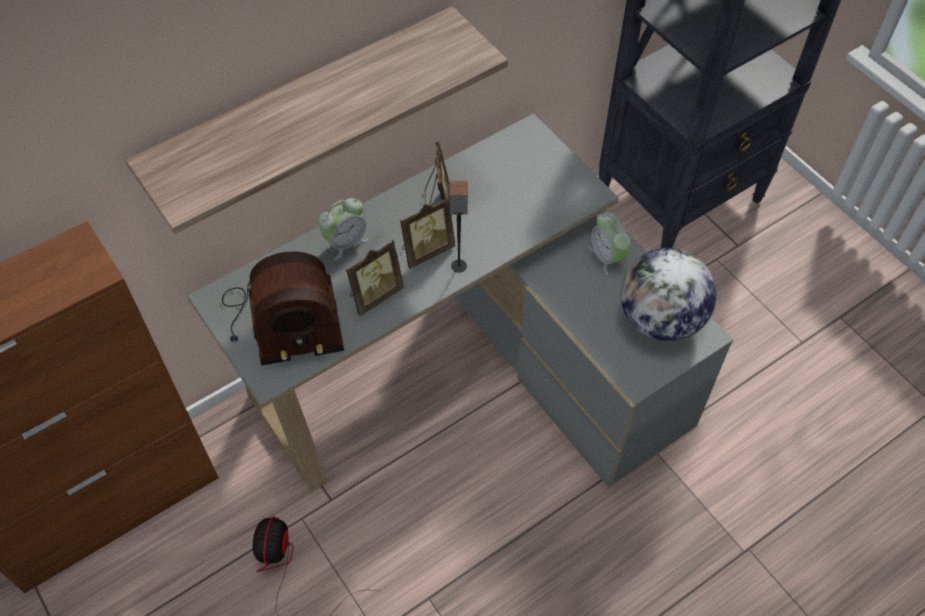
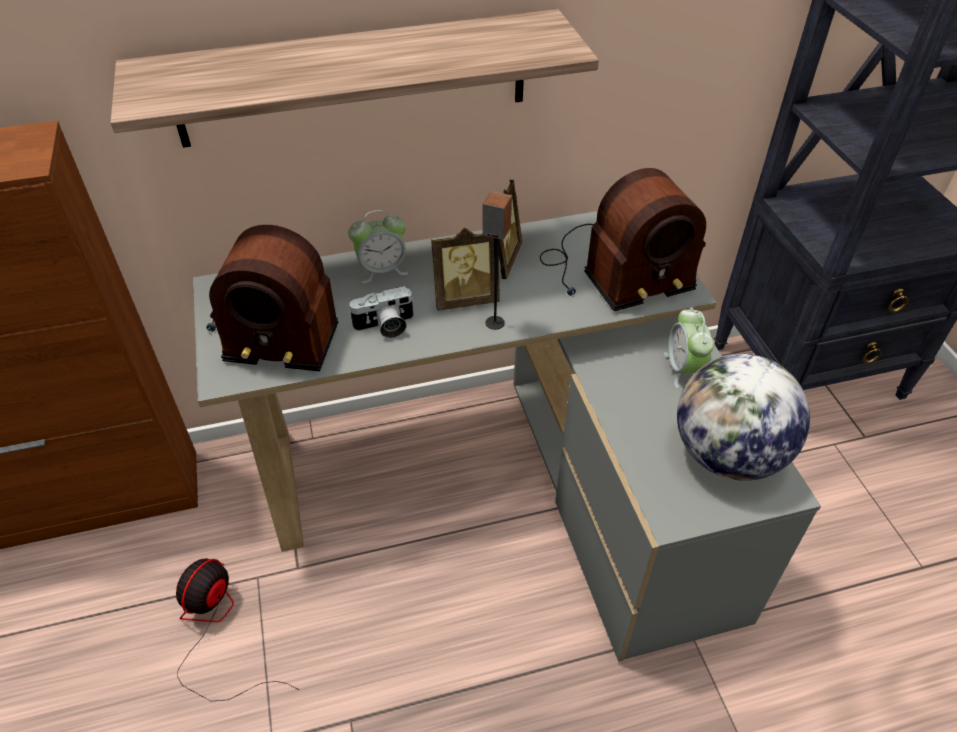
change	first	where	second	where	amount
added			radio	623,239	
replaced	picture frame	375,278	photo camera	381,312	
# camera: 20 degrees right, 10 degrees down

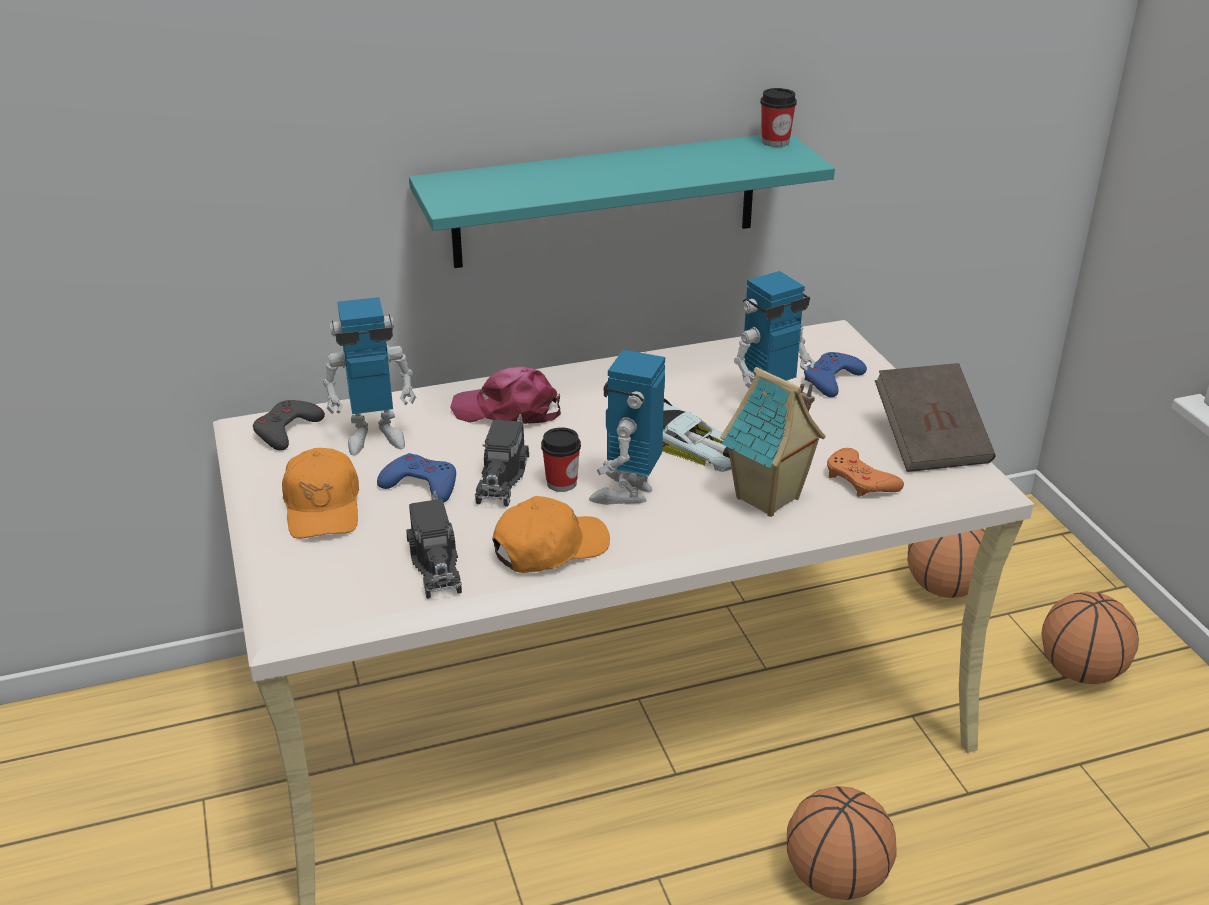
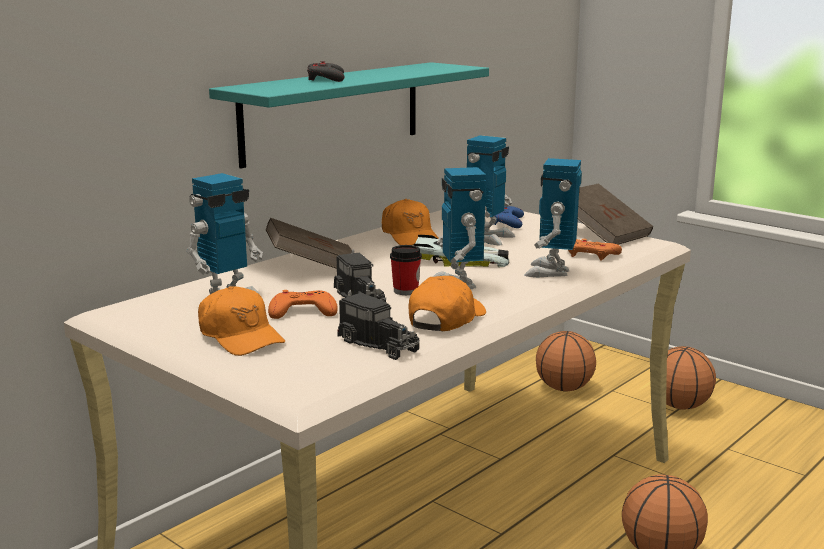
change	first	where	second	where	amount
removed	cup	778,117			
added			orange cap	410,222	
moved	grey game controller	289,425		326,71	
replaced	pink cap	505,395	brown book	309,243	
replaced	toy house	772,442	toy robot	553,218	
recoloured	blue game controller	416,477	orange game controller	303,304	
# camera: 30 degrees left, 15 degrees down

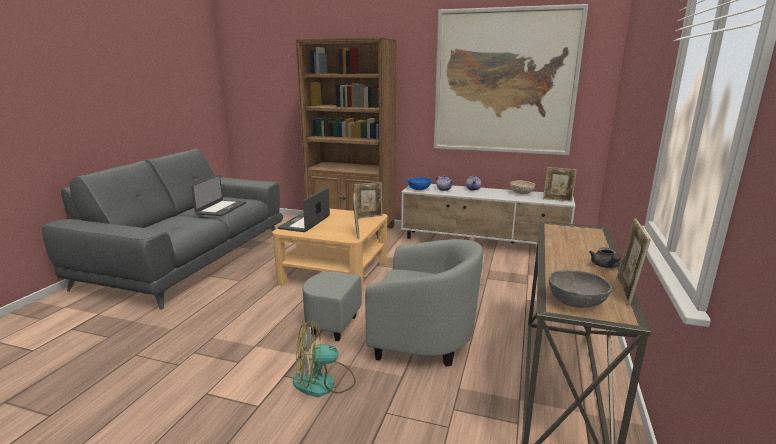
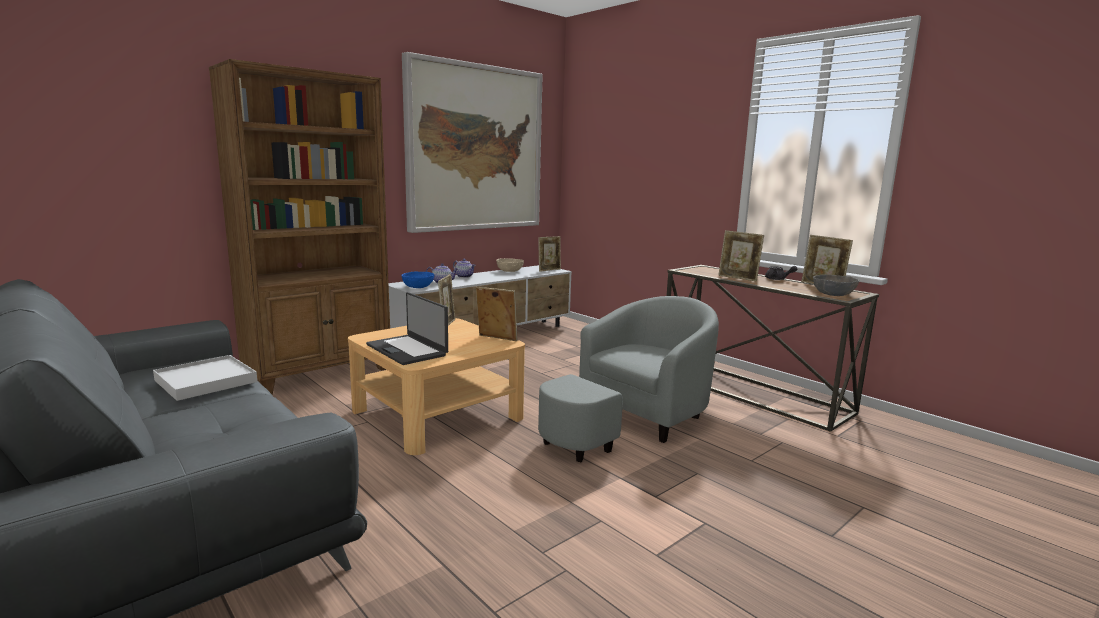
change	first	where	second	where	amount
removed	fan	324,359			
added			picture frame	741,255	
replaced	laptop	218,195	white tray	205,378	
# camera: 60 degrees left, 5 degrees down

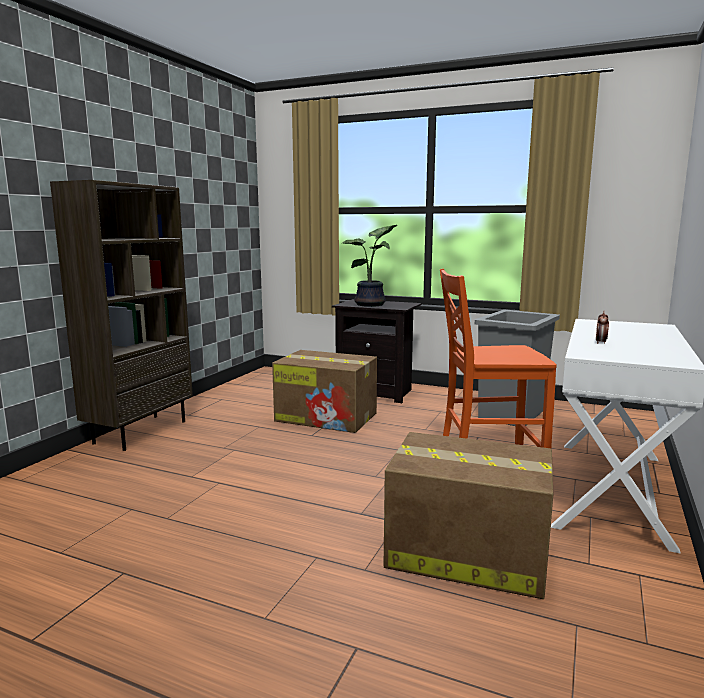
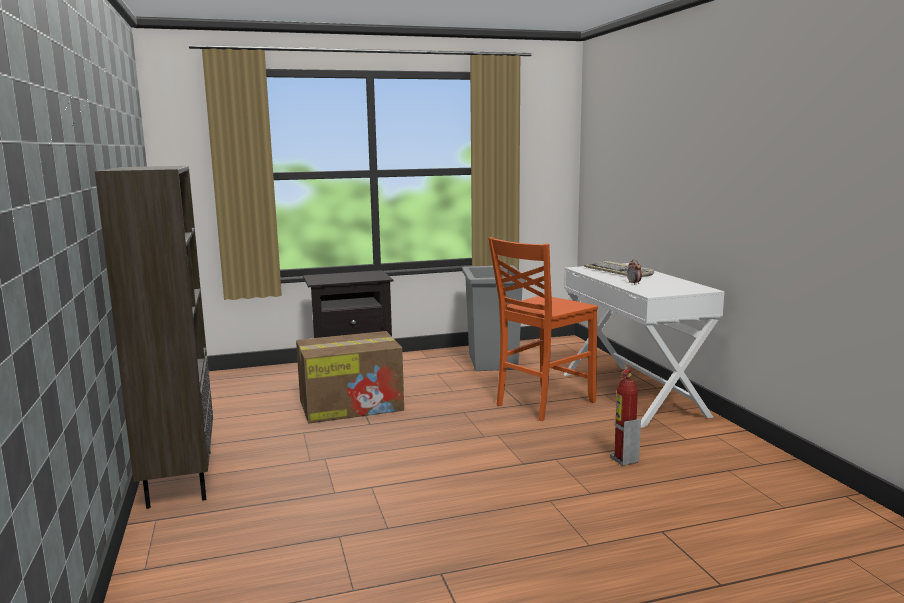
change	first	where	second	where	amount
removed	potted plant	370,266			
added			keyboard	619,269	
replaced	cardboard box	468,515	fire extinguisher	625,417	
# camera: 40 degrees left, 0 degrees up

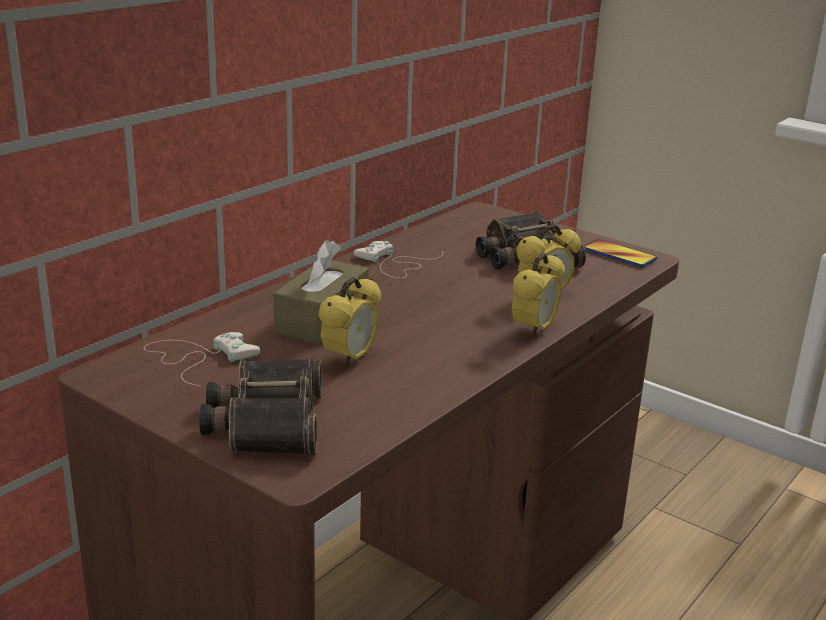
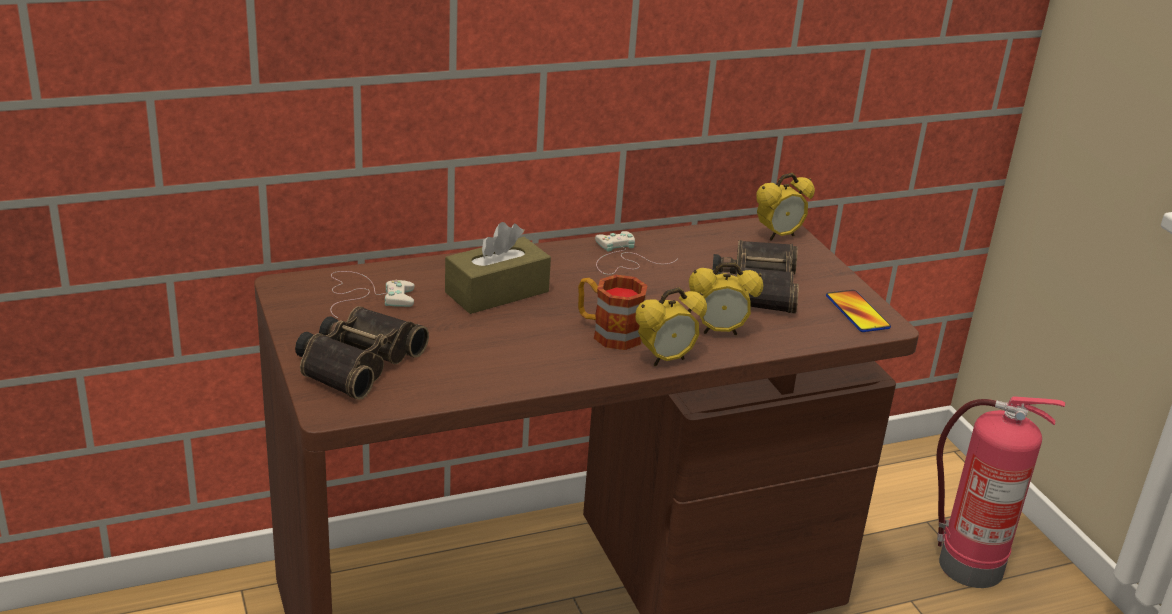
change	first	where	second	where	amount
added			mug	613,312	
added			fire extinguisher	1001,492	
moved	alarm clock	350,322		785,207	
# camera: 30 degrees right, 5 degrees up

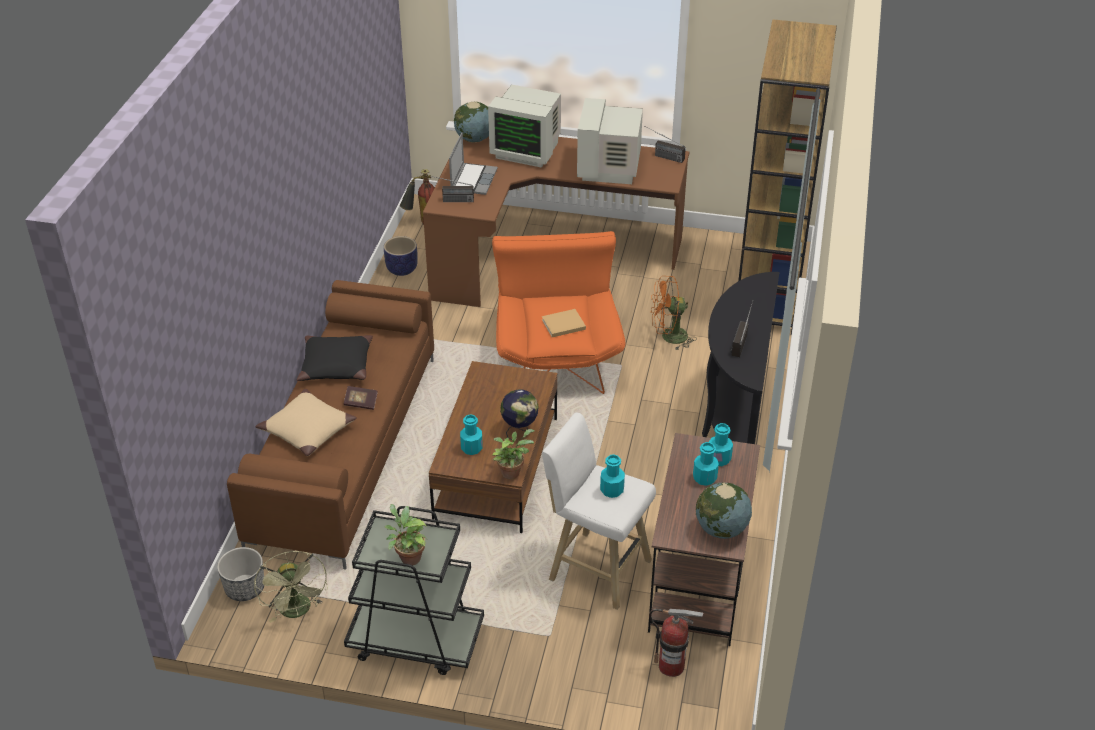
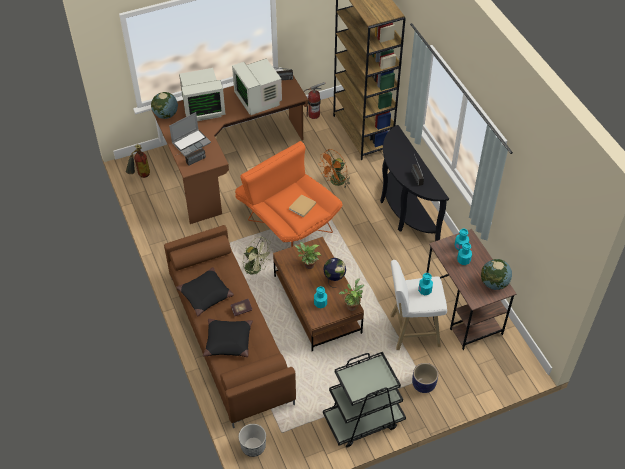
change	first	where	second	where	amount
moved	green fan	291,587		258,257	
moved	planter	401,256		425,378	
moved	potted plant	406,535		308,255	
moved	fire extinguisher	676,643		314,100	
recoloured	beige pillow	306,422	black pillow	228,338	
turned	laptop	473,163		190,134	75 degrees clockwise
# camera: 35 degrees left, 10 degrees up

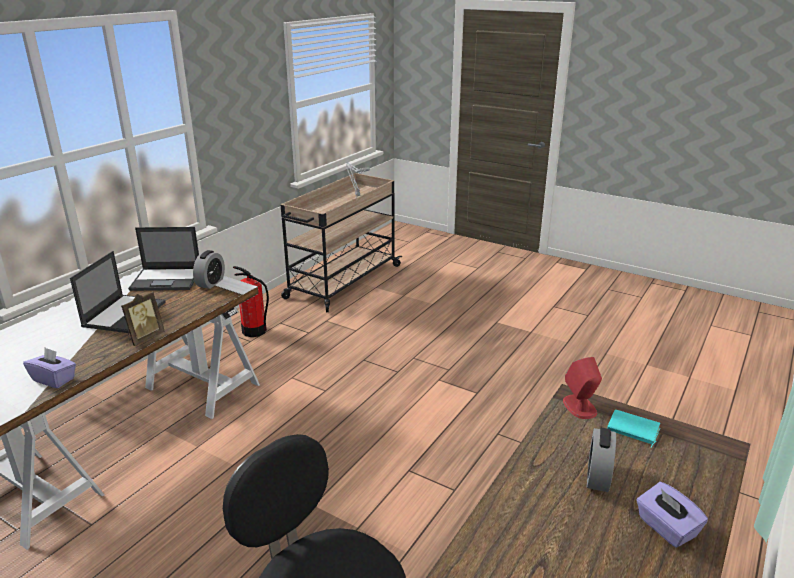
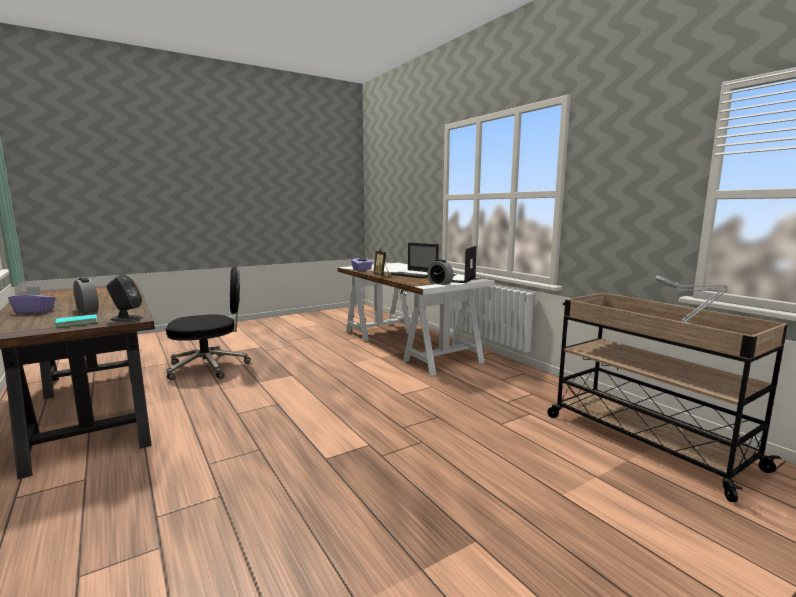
change	first	where	second	where	amount
removed	fire extinguisher	251,301			
recoloured	red speaker	582,388	grey speaker	125,297	
# camera: 115 degrees right, 15 degrees down

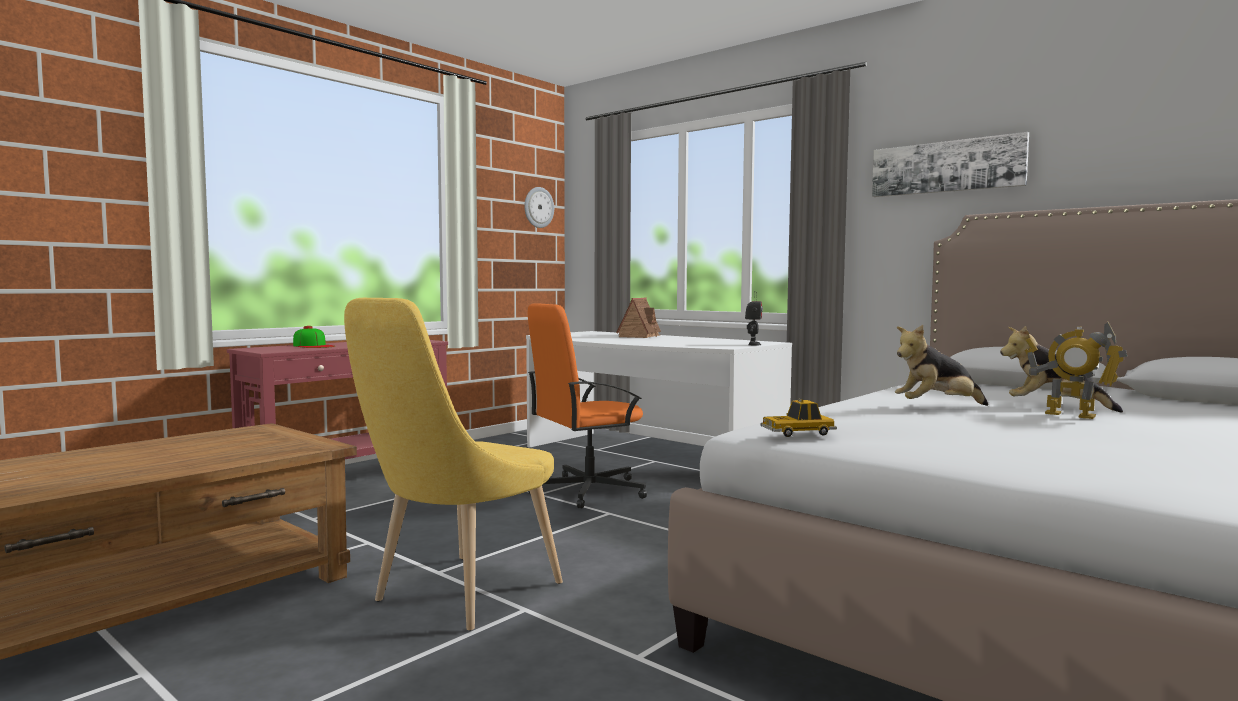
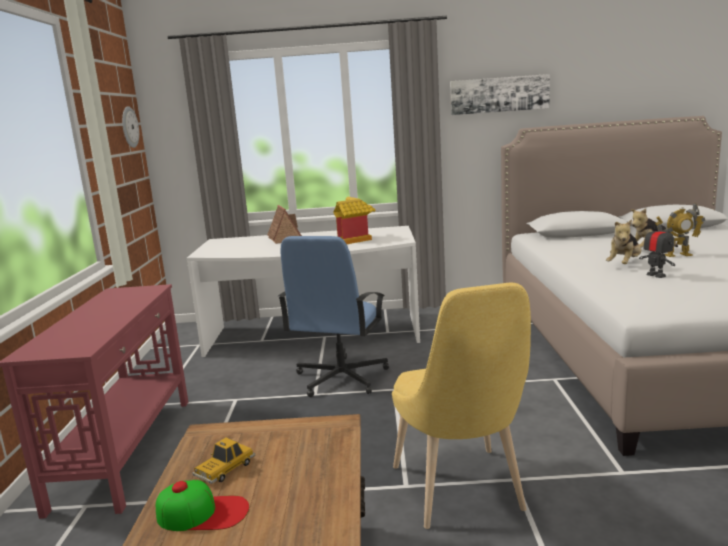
change	first	where	second	where	amount
added			toy house	354,220	
moved	cap	314,337		202,505	
moved	toy robot	754,318		657,250	
moved	toy car	798,418		223,461	
recoloured	orange office chair	587,406	blue office chair	333,316	
# camera: 40 degrees left, 10 degrees up

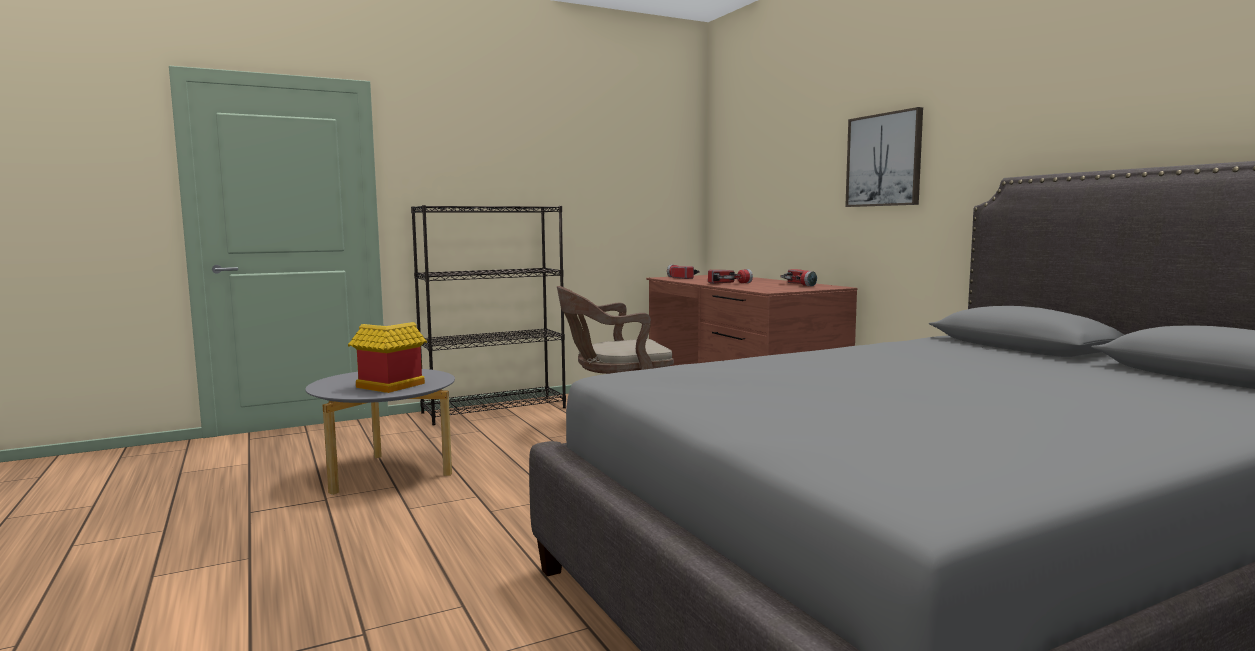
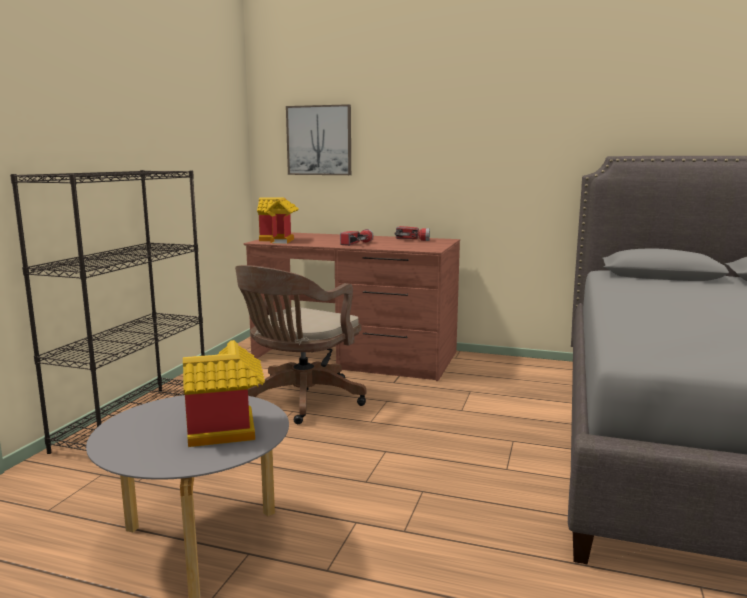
change	first	where	second	where	amount
moved	picture	884,157		318,139	
replaced	flashlight	683,272	toy house	278,220	
# camera: 45 degrees left, 5 degrees up

